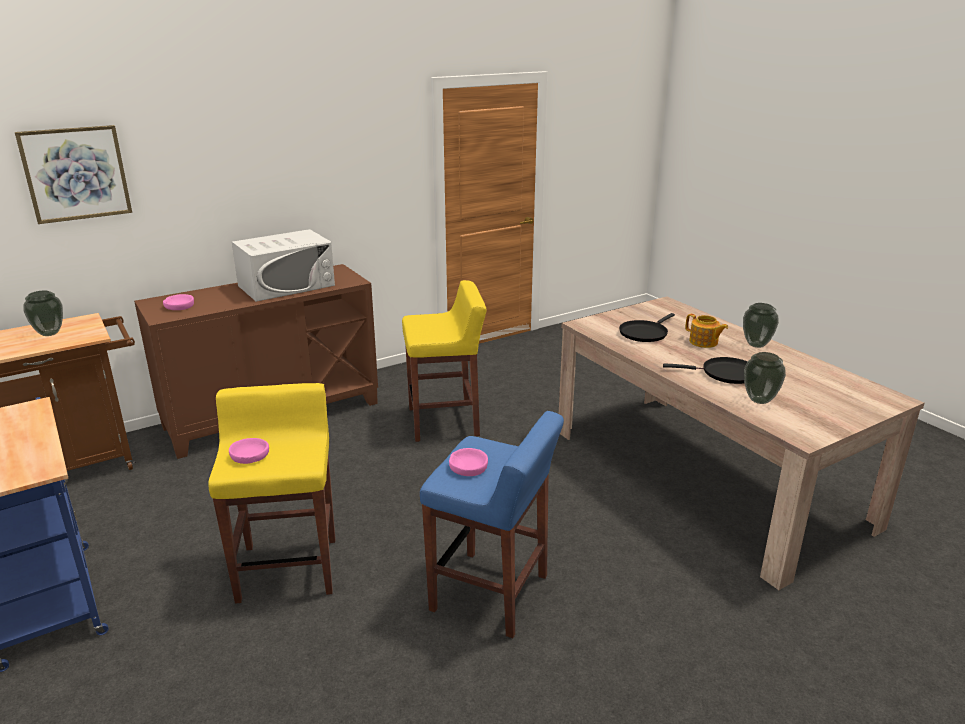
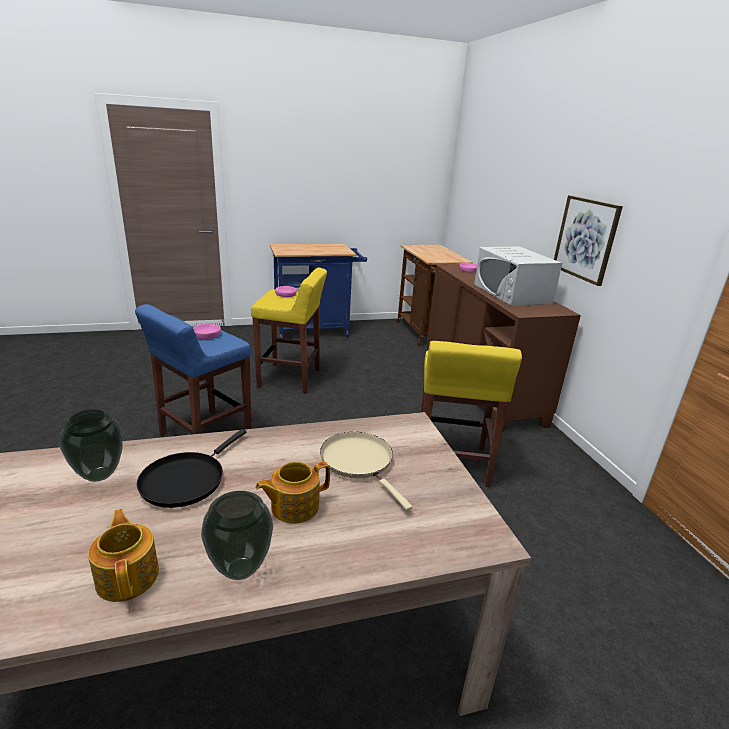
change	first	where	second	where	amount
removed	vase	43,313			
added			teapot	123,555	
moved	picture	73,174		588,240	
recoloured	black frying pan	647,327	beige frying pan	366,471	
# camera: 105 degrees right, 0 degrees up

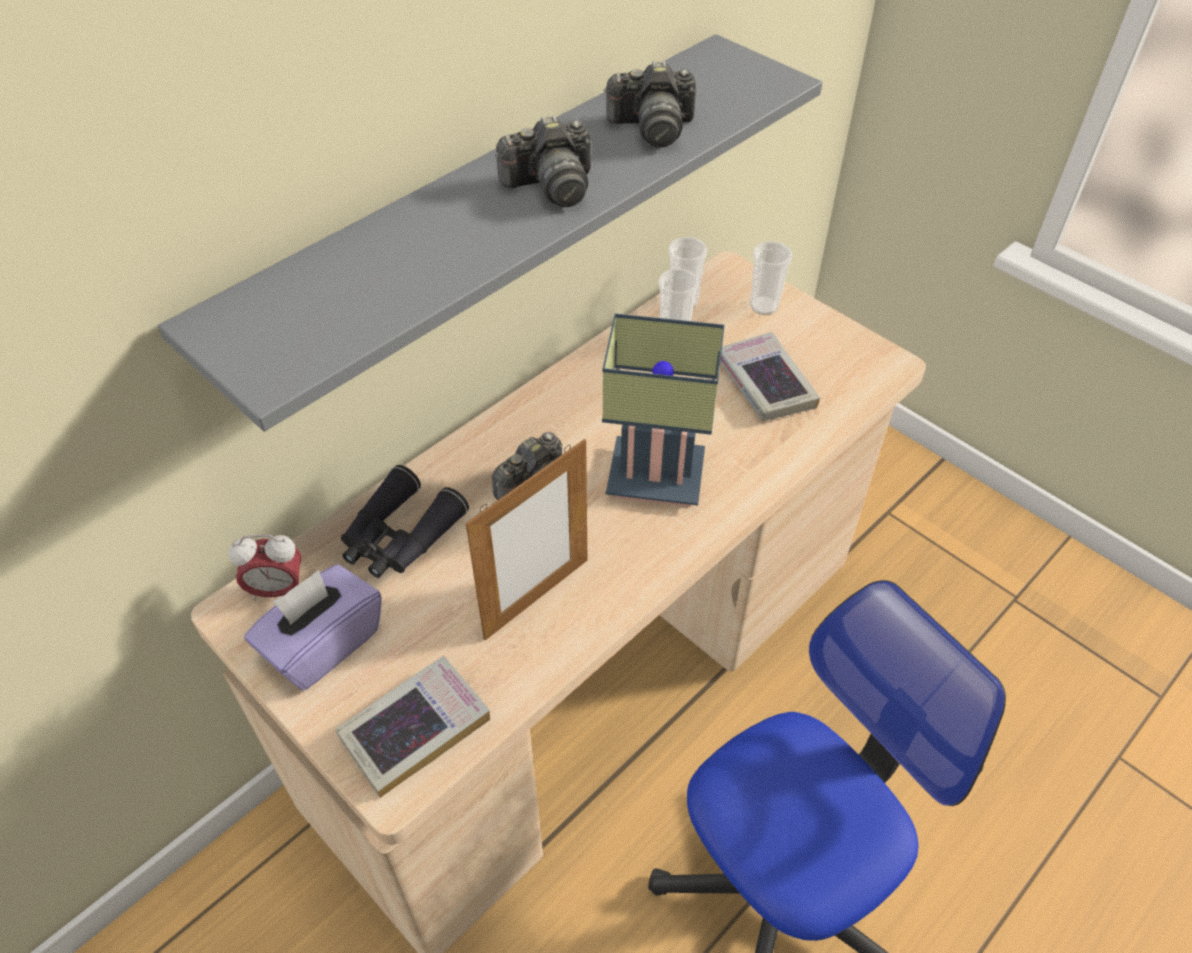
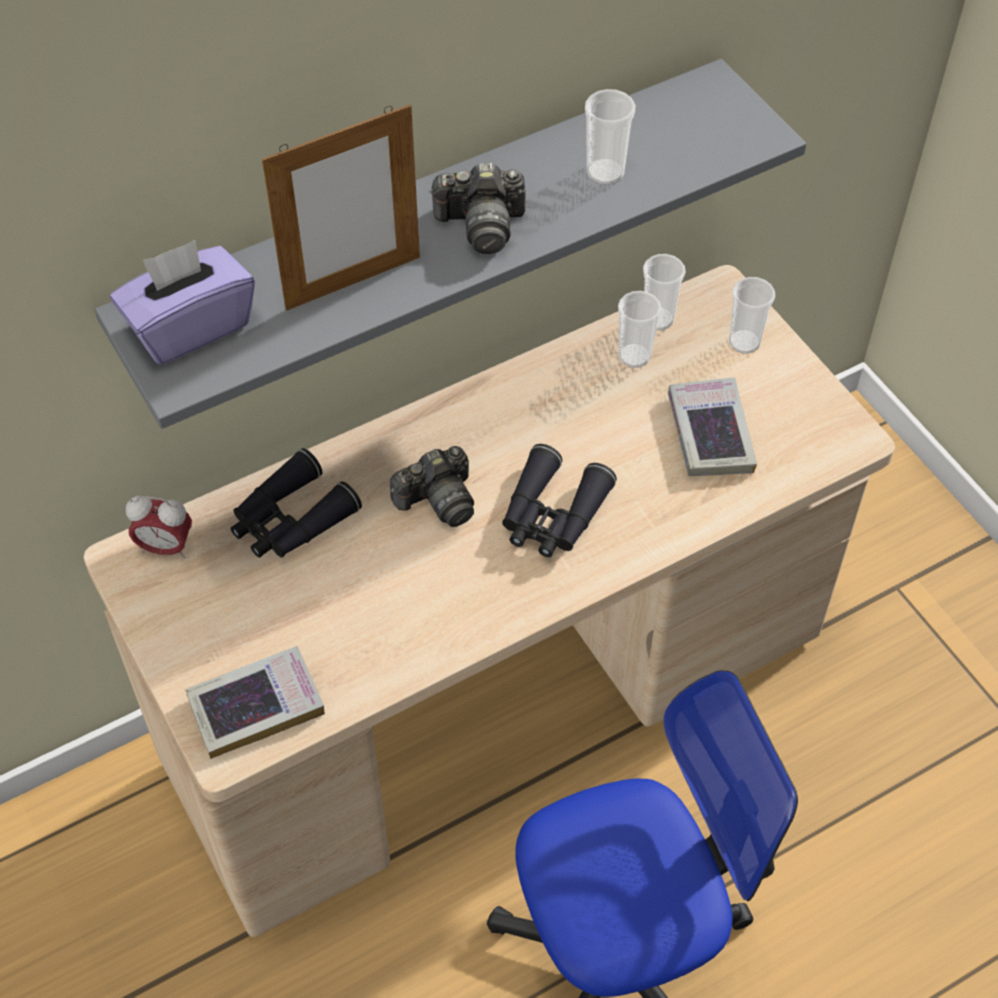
change	first	where	second	where	amount
moved	purple tissue box	313,627		182,302	
moved	picture frame	526,539		341,207	
replaced	table lamp	663,410	black binoculars	559,500	
replaced	photo camera	649,104	cup	610,137	
# camera: 15 degrees right, 5 degrees up

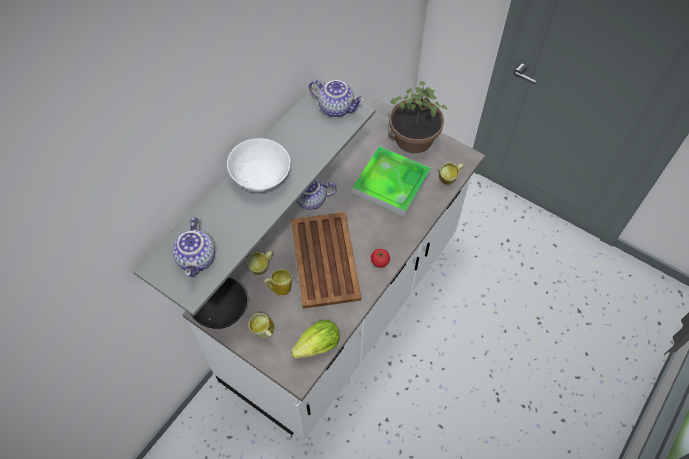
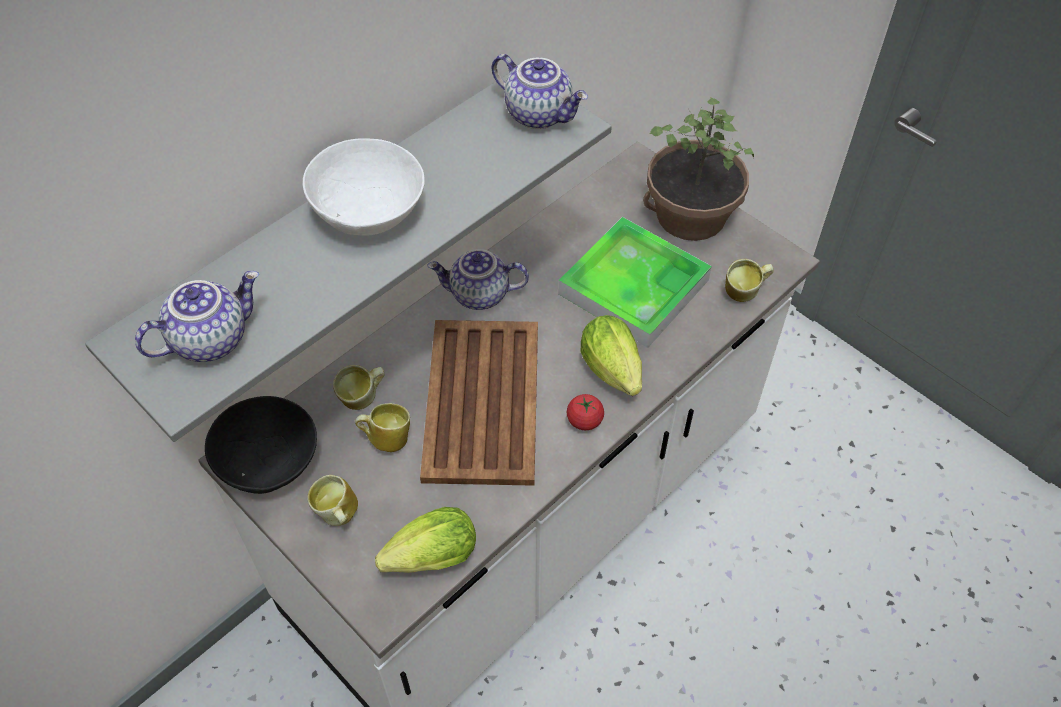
change	first	where	second	where	amount
added			lettuce	611,355	
turned	teapot	193,247		197,316	135 degrees counterclockwise
# camera: 10 degrees right, 5 degrees down

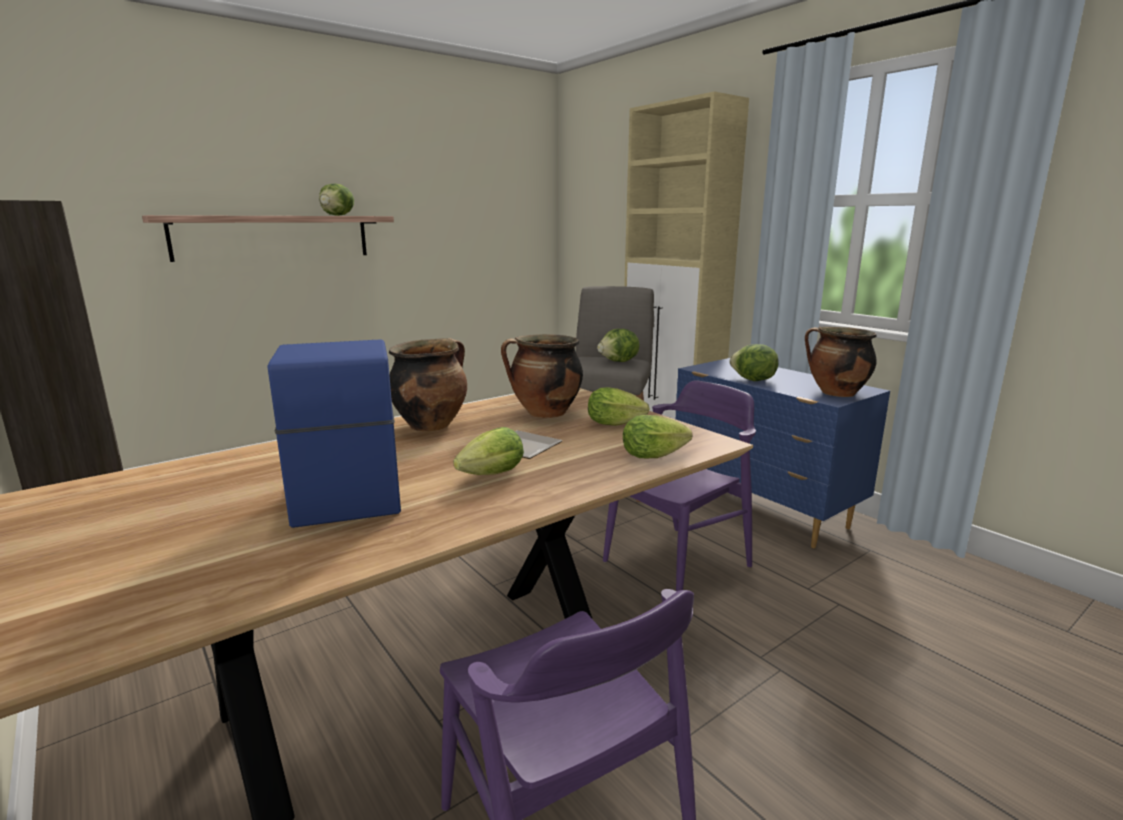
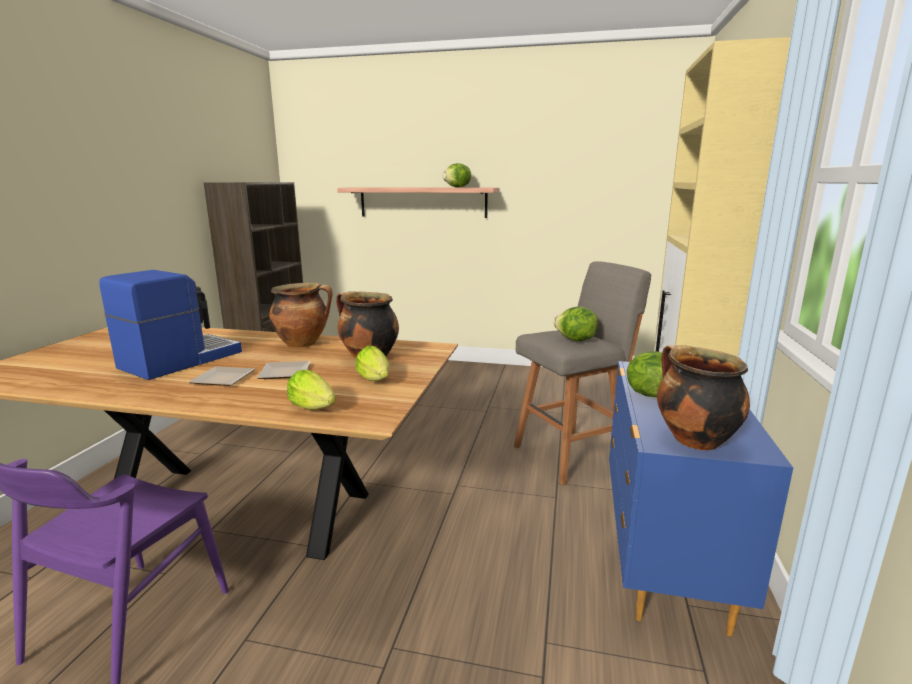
change	first	where	second	where	amount
removed	purple chair	679,485			
replaced	lettuce	488,451	plate	221,376	
# camera: 50 degrees right, 0 degrees up

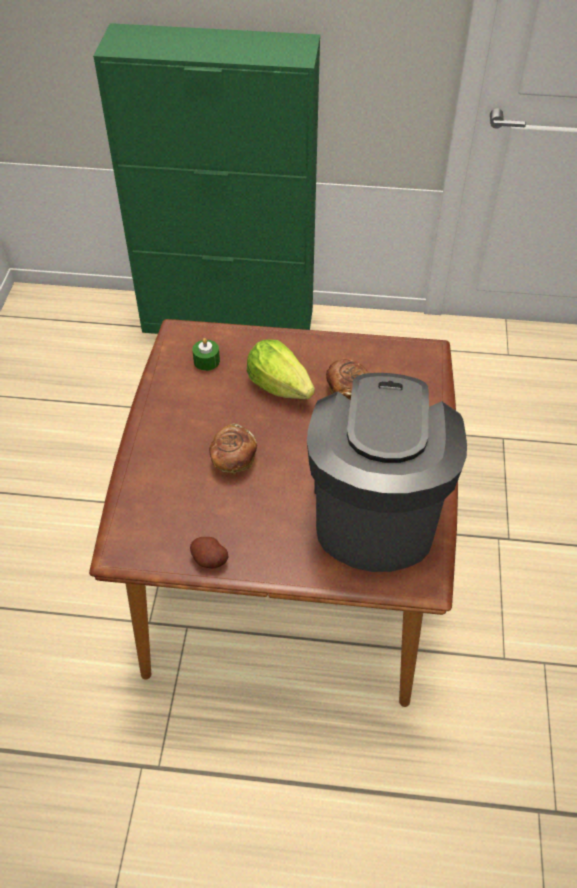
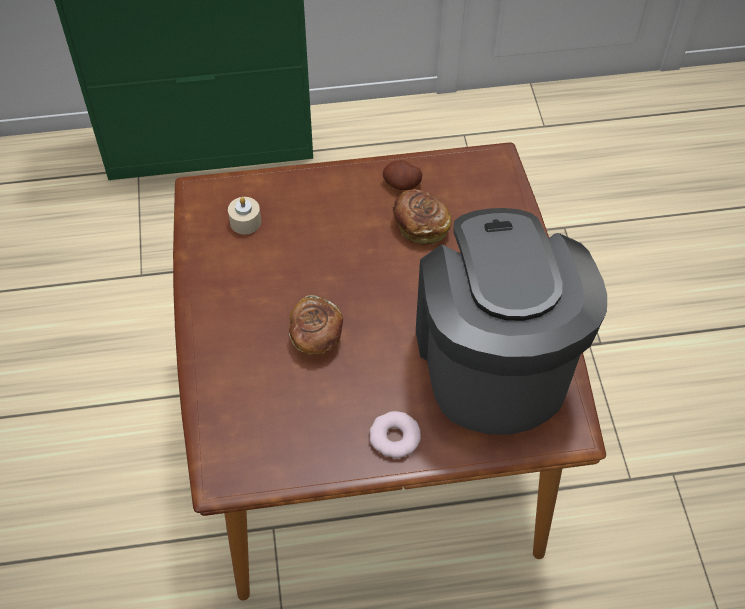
change	first	where	second	where	amount
removed	lettuce	281,369			
added			donut	395,434	
moved	potato	209,552		402,175	
recoloured	green candle	206,354	beige candle	244,216	
# camera: 15 degrees left, 5 degrees up

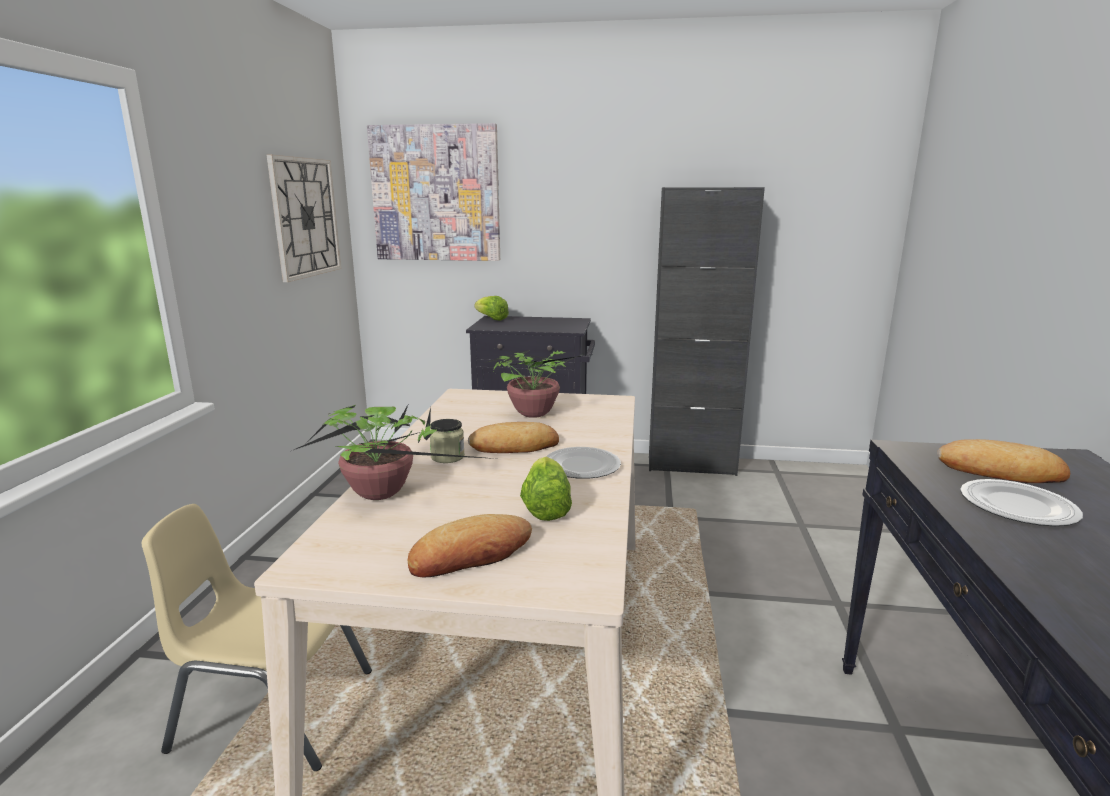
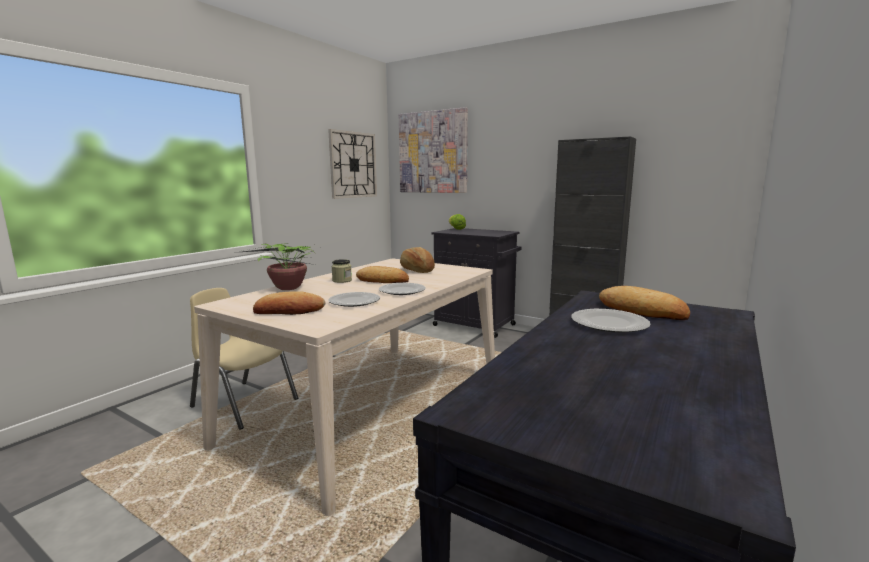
change	first	where	second	where	amount
replaced	potted plant	535,382	bread	417,260	
replaced	lettuce	546,489	plate	354,299	
# camera: 25 degrees right, 5 degrees down

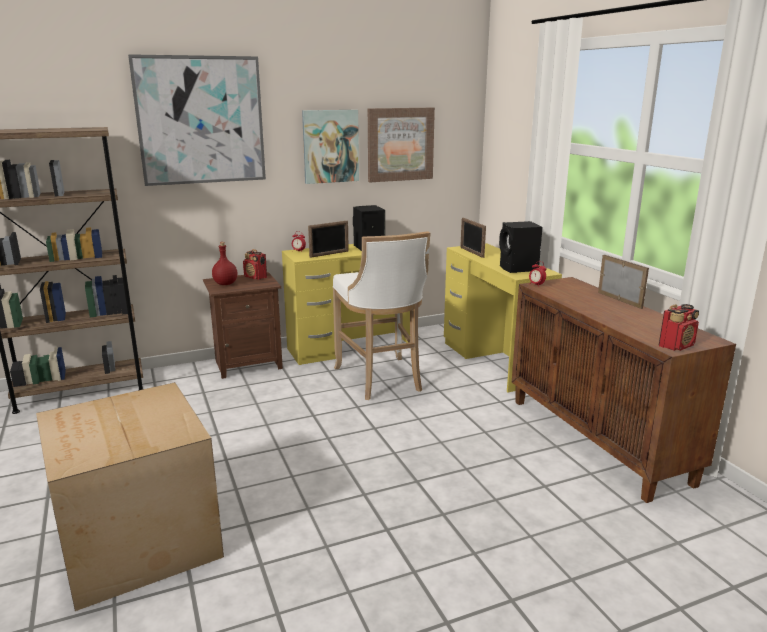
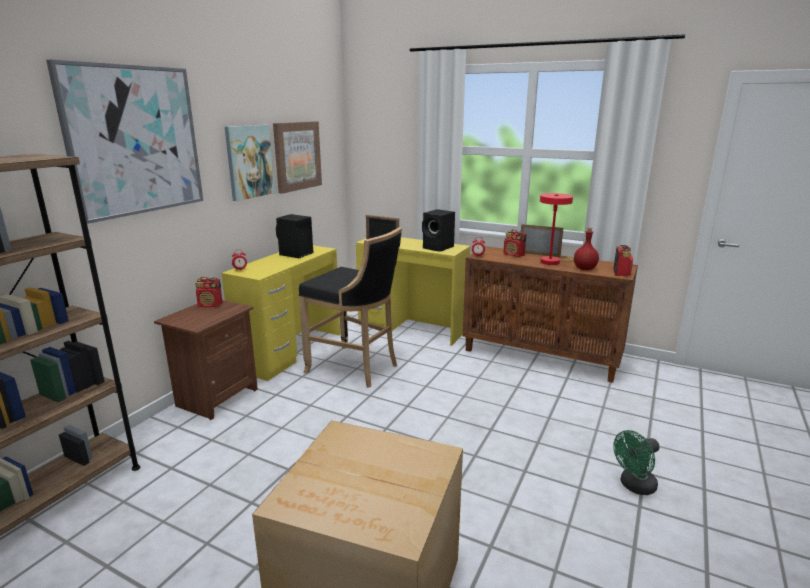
change	first	where	second	where	amount
removed	picture frame	328,239			
added			radio	514,243	
added			red table lamp	557,229	
added			green fan	636,462	
moved	red bottle	224,263		586,249	
recoloured	white stool	382,315	black stool	350,307	
# camera: 40 degrees left, 0 degrees up

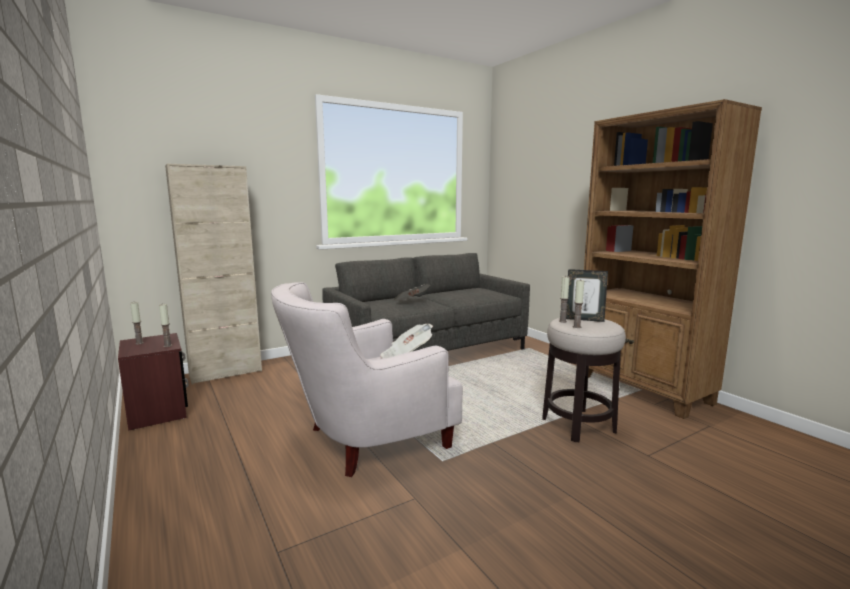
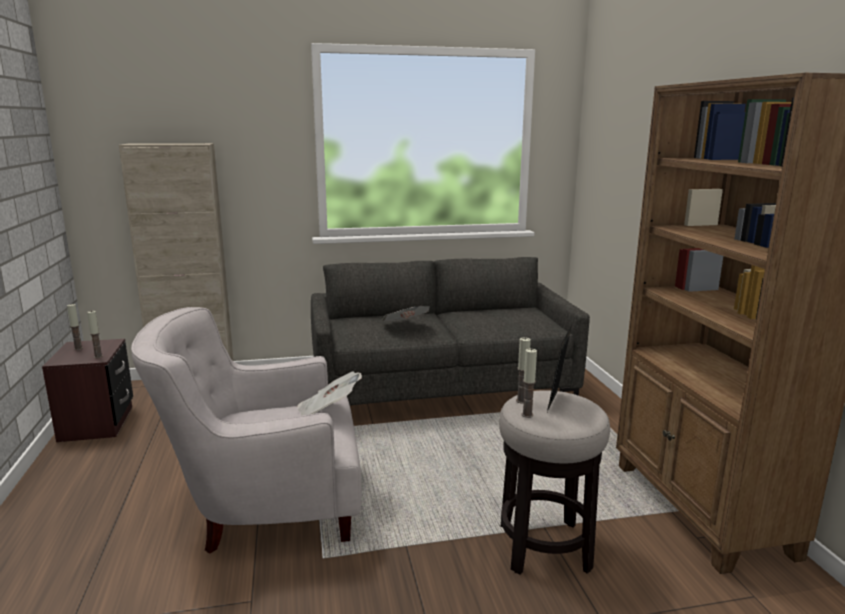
change	first	where	second	where	amount
turned	picture frame	587,295		559,369	75 degrees clockwise
# camera: 20 degrees right, 5 degrees up

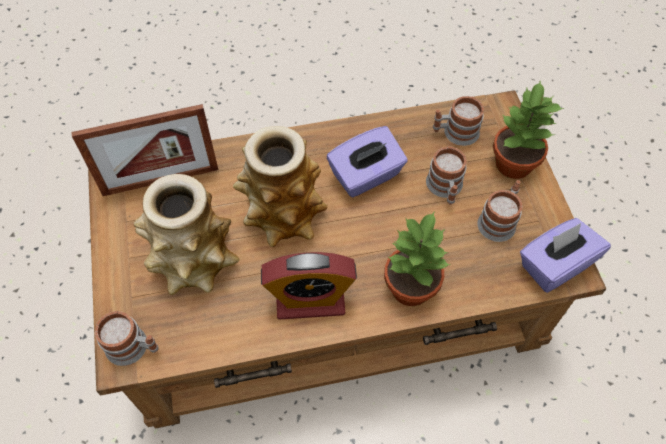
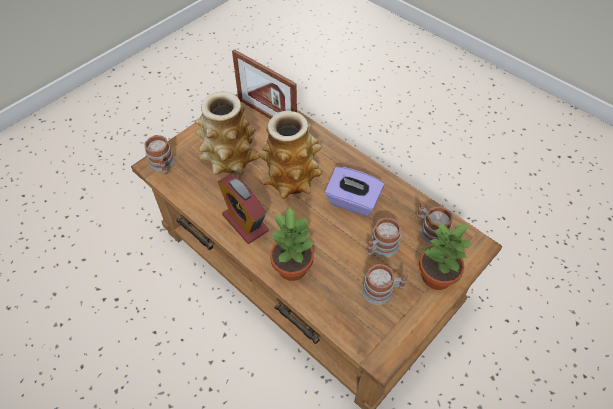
change	first	where	second	where	amount
removed	purple tissue box	565,255			
# camera: 55 degrees right, 5 degrees down

